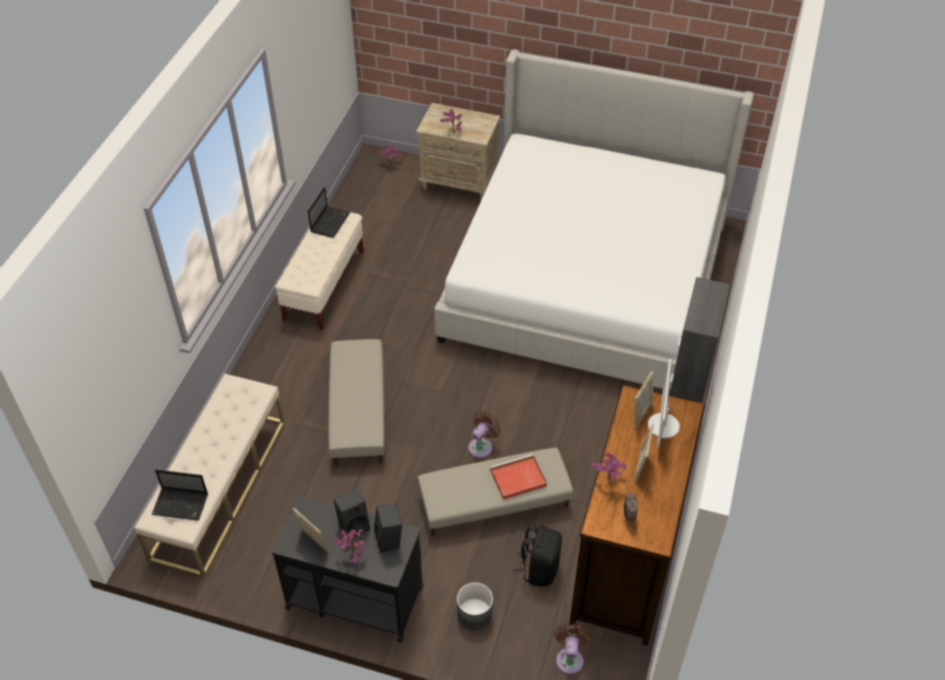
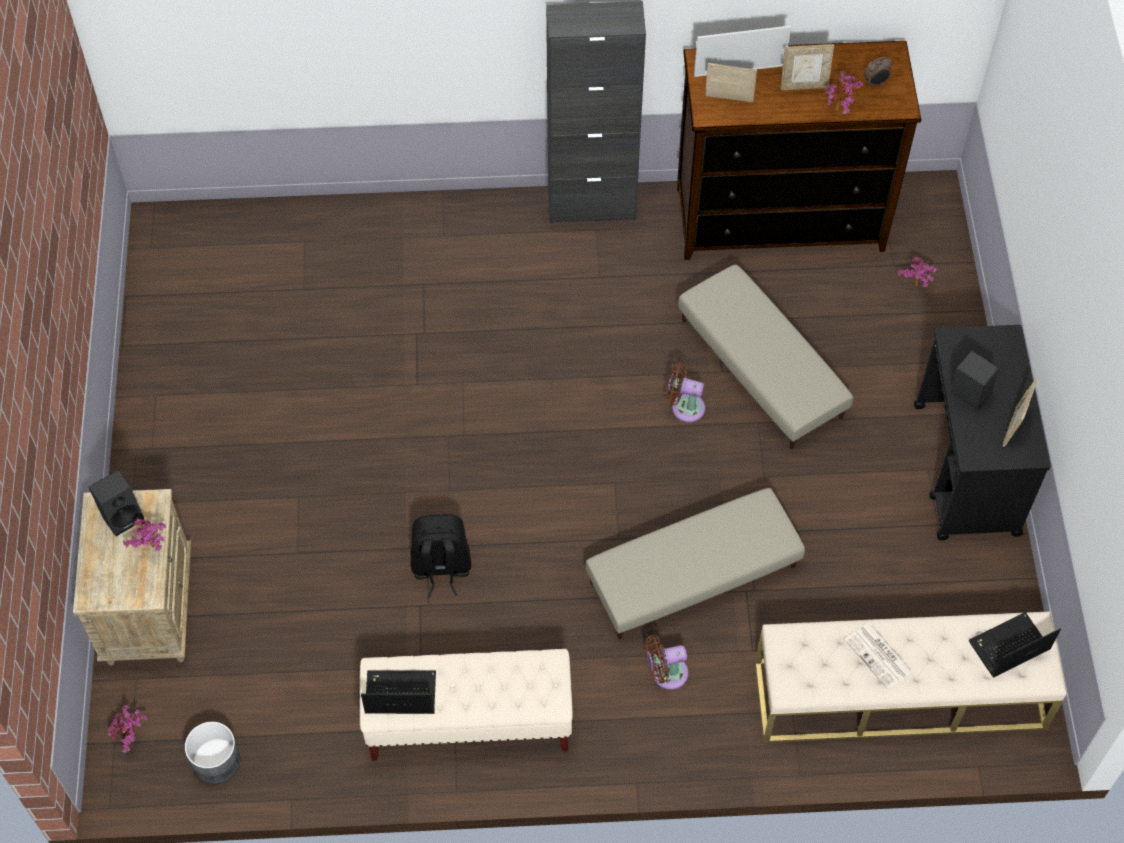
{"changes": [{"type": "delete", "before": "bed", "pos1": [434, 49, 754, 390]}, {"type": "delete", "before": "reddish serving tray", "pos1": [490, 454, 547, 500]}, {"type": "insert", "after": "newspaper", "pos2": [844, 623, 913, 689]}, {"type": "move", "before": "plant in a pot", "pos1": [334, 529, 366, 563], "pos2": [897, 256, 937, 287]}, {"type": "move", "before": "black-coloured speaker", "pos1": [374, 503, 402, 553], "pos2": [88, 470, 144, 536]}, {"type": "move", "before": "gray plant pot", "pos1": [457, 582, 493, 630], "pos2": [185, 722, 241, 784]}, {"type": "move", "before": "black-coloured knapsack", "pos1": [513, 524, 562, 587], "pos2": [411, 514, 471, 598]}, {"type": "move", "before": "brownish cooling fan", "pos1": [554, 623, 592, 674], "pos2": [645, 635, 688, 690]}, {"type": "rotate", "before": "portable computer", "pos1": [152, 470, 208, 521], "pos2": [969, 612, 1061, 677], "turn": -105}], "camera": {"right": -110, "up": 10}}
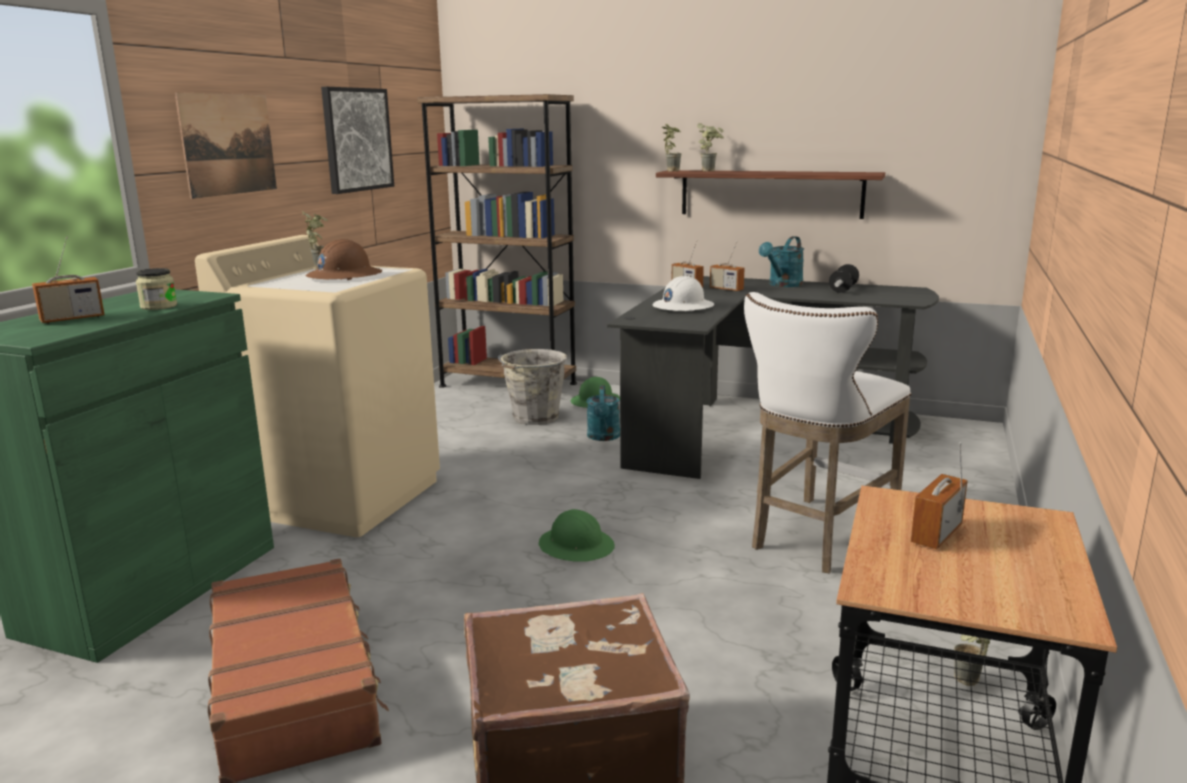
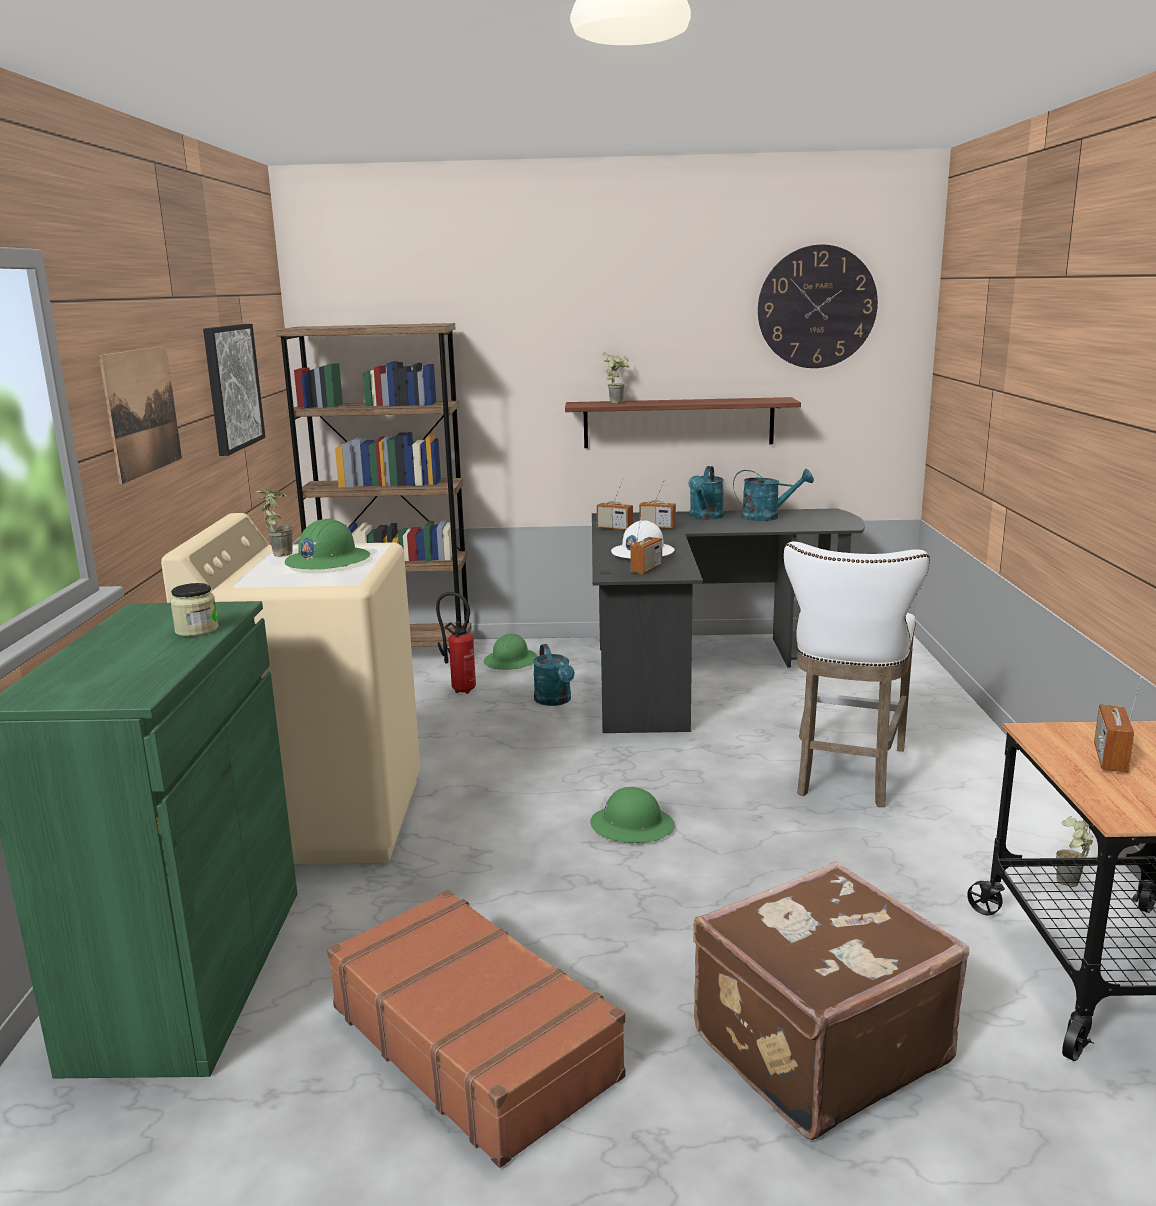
{"changes": [{"type": "delete", "before": "plant in a pot", "pos1": [662, 124, 682, 172]}, {"type": "insert", "after": "clock on the wall", "pos2": [758, 244, 878, 368]}, {"type": "move", "before": "radio set", "pos1": [32, 236, 105, 324], "pos2": [631, 509, 662, 574]}, {"type": "replace", "before": "gray water bucket", "after": "fire-fighting cylinder", "pos1": [498, 349, 567, 425], "pos2": [436, 592, 476, 694]}, {"type": "replace", "before": "dumbbell", "after": "turquoise watering pot", "pos1": [829, 264, 859, 293], "pos2": [733, 469, 814, 521]}, {"type": "recolor", "before": "brownish safety helmet", "after": "green safety helmet", "pos1": [305, 239, 382, 280], "pos2": [285, 519, 370, 569]}], "camera": {"right": -20, "up": 0}}
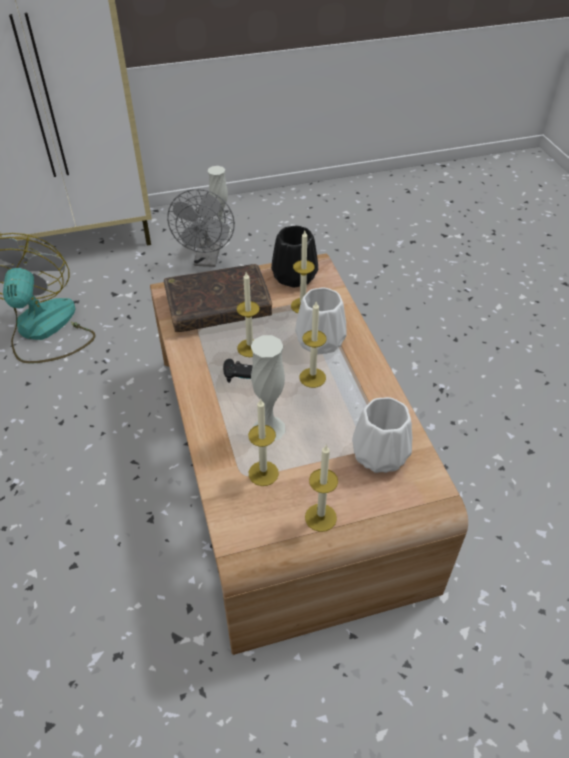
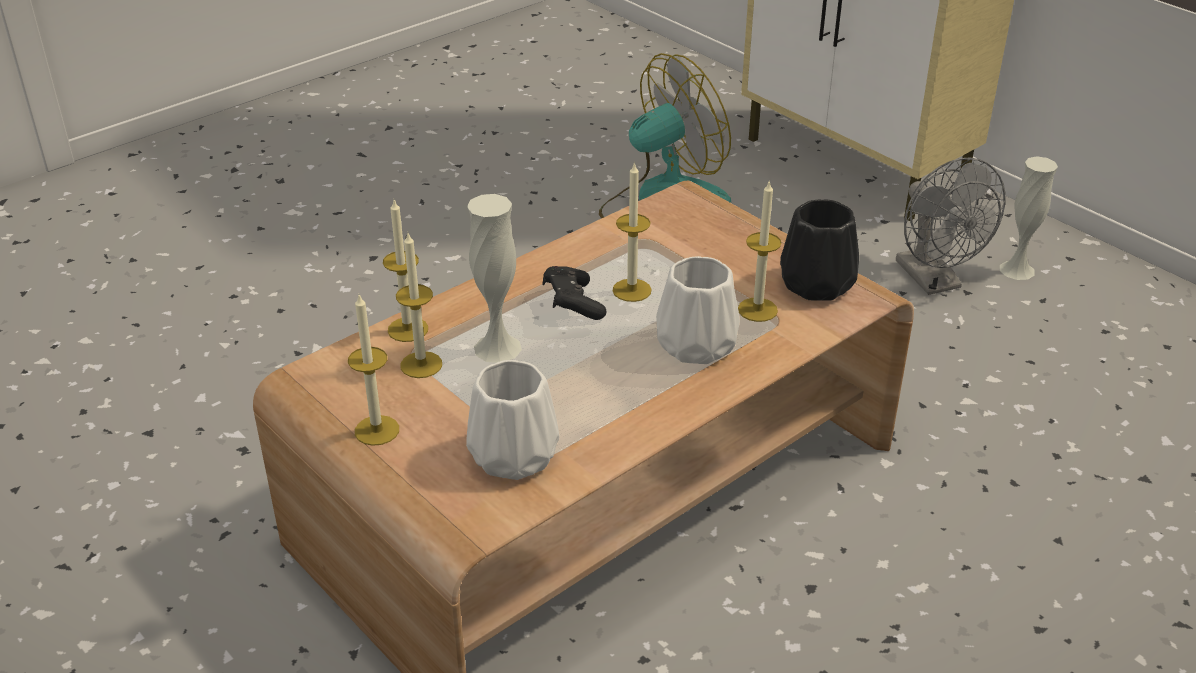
{"changes": [{"type": "delete", "before": "brownish volume", "pos1": [164, 264, 272, 332]}, {"type": "move", "before": "candle", "pos1": [300, 302, 327, 388], "pos2": [383, 200, 428, 342]}, {"type": "rotate", "before": "gray cooling fan", "pos1": [167, 189, 235, 267], "pos2": [896, 158, 1006, 295], "turn": -90}], "camera": {"right": 65, "up": -10}}
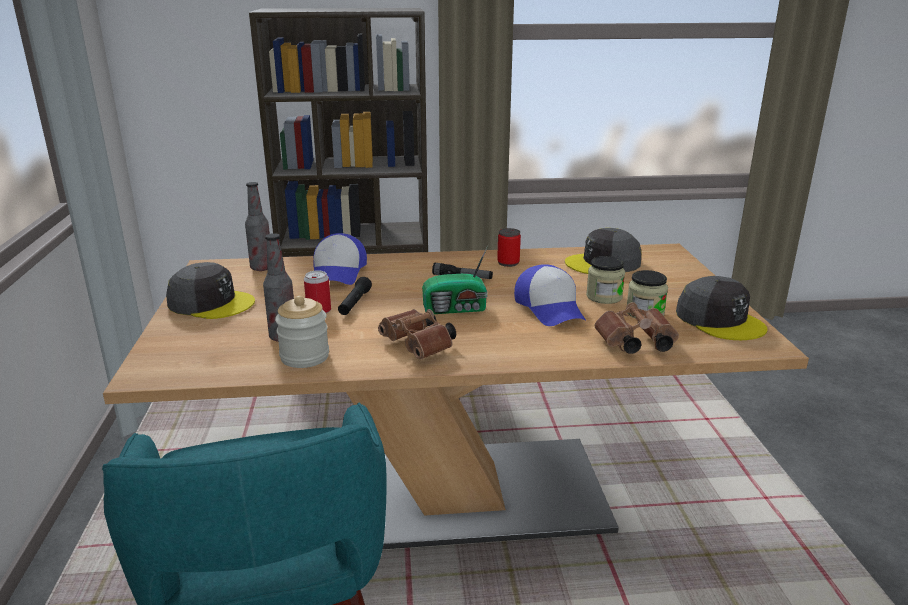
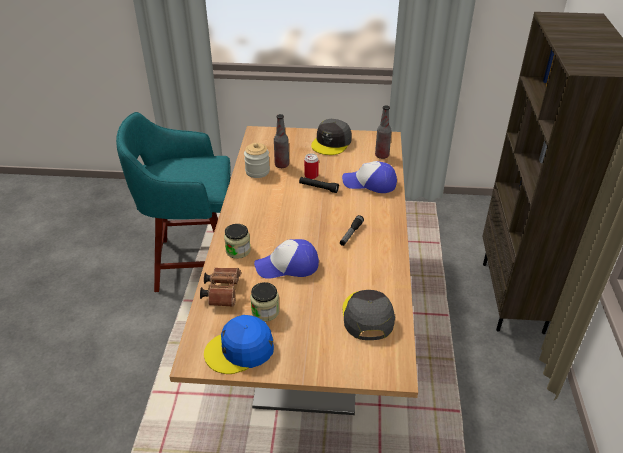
{"changes": [{"type": "delete", "before": "brownish field glasses", "pos1": [378, 309, 456, 360]}, {"type": "delete", "before": "radio set", "pos1": [422, 245, 488, 314]}, {"type": "delete", "before": "can", "pos1": [497, 228, 521, 267]}, {"type": "move", "before": "preserve jar", "pos1": [586, 256, 625, 304], "pos2": [224, 224, 251, 259]}, {"type": "recolor", "before": "gray peaked cap", "after": "bluish peaked cap", "pos1": [676, 276, 768, 340], "pos2": [204, 315, 274, 374]}], "camera": {"right": 100, "up": 15}}
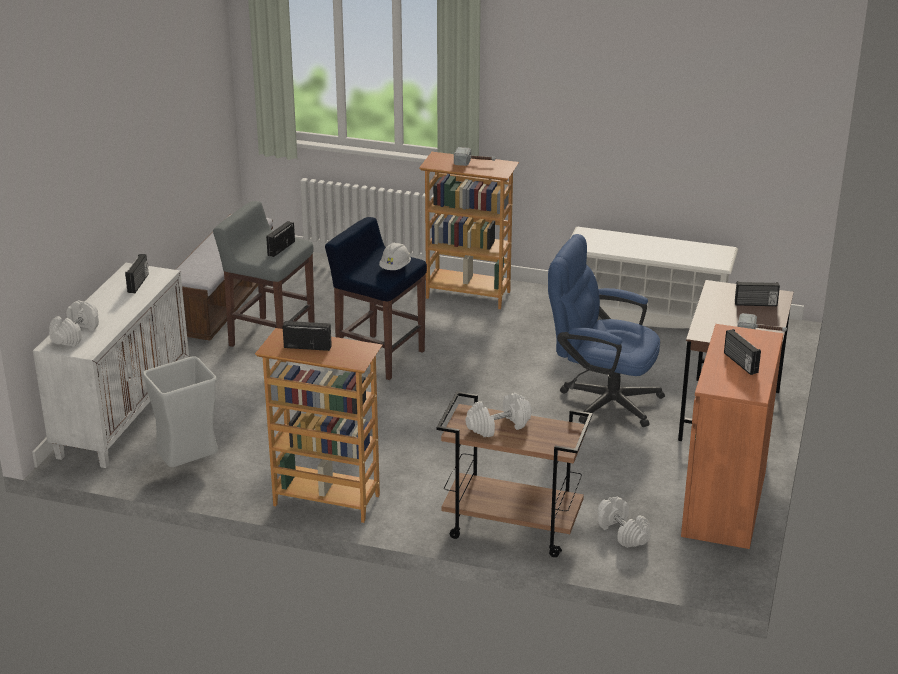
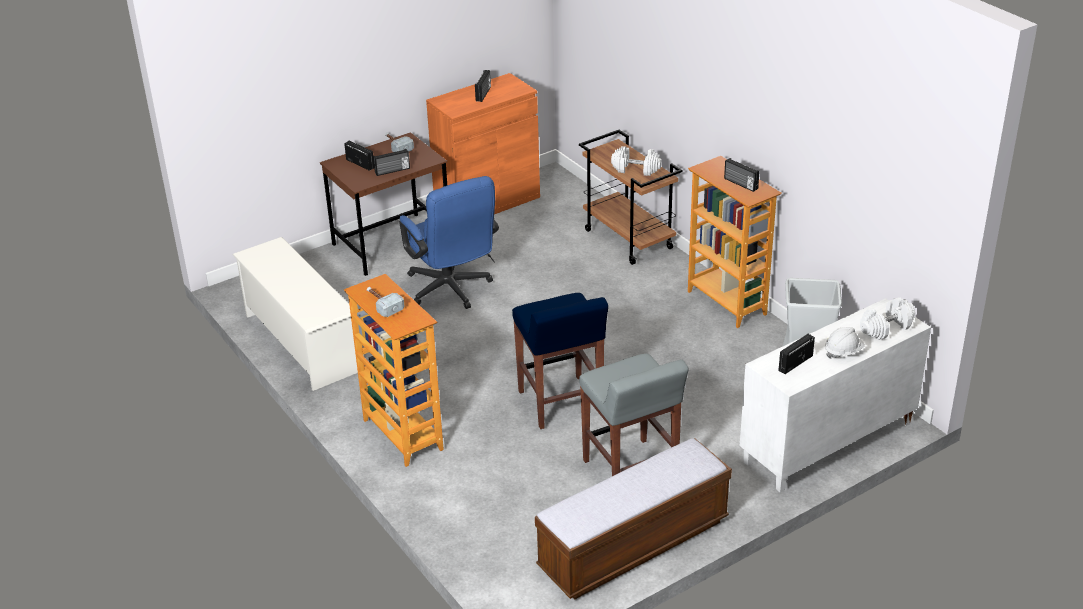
{"changes": [{"type": "delete", "before": "white-coloured dumbbell", "pos1": [597, 497, 651, 548]}, {"type": "move", "before": "radio set", "pos1": [266, 221, 295, 257], "pos2": [373, 149, 410, 176]}, {"type": "move", "before": "white-coloured safety helmet", "pos1": [379, 242, 411, 270], "pos2": [825, 327, 865, 359]}], "camera": {"right": -140, "up": 5}}
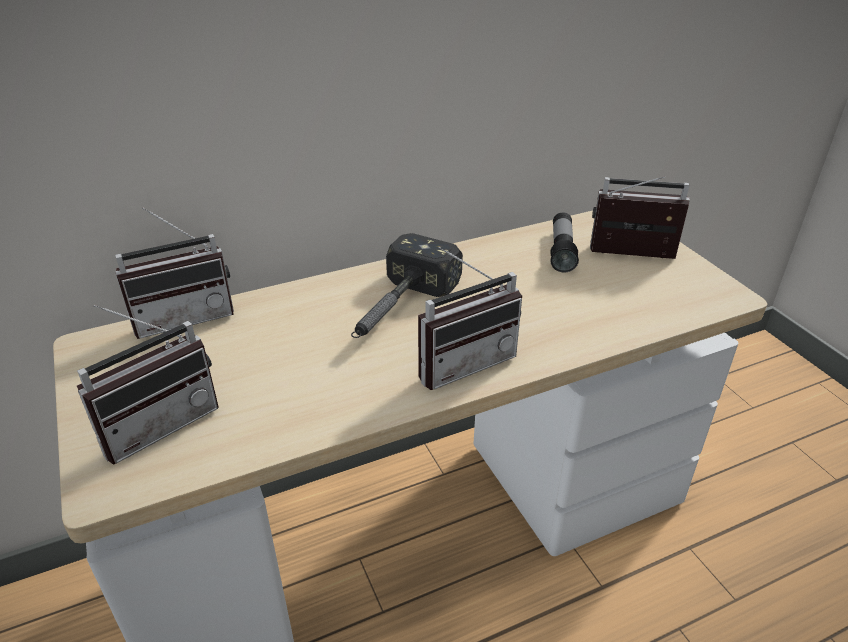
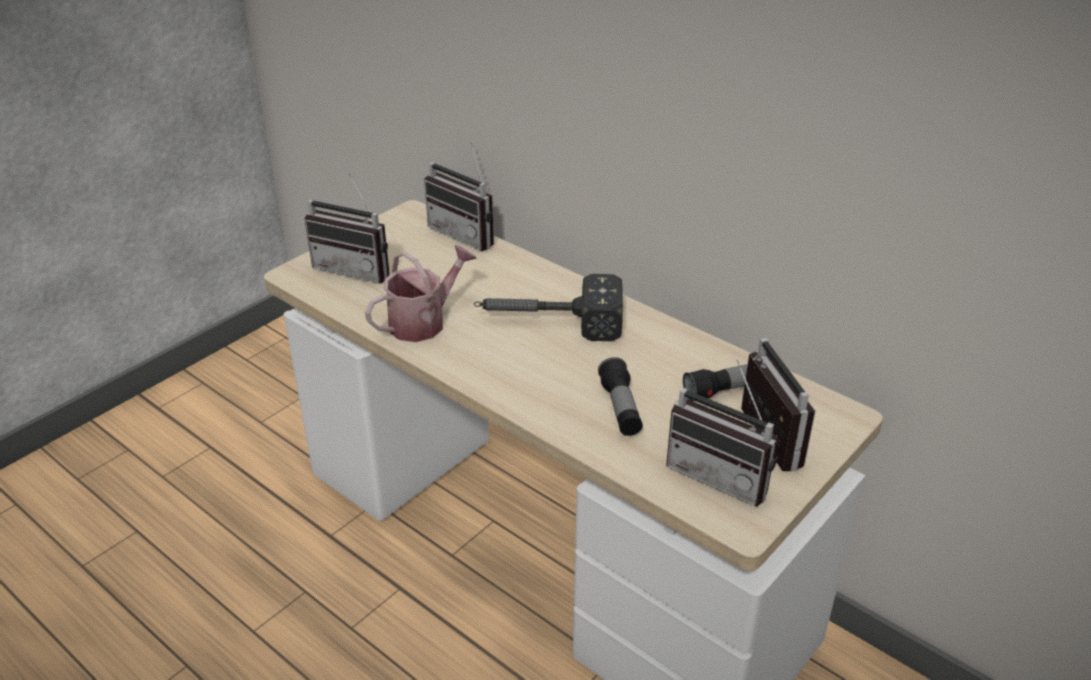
{"changes": [{"type": "insert", "after": "watering pot", "pos2": [365, 245, 477, 342]}, {"type": "insert", "after": "flashlight", "pos2": [598, 357, 643, 436]}, {"type": "move", "before": "radio set", "pos1": [418, 247, 522, 390], "pos2": [666, 360, 777, 506]}], "camera": {"right": 65, "up": 0}}
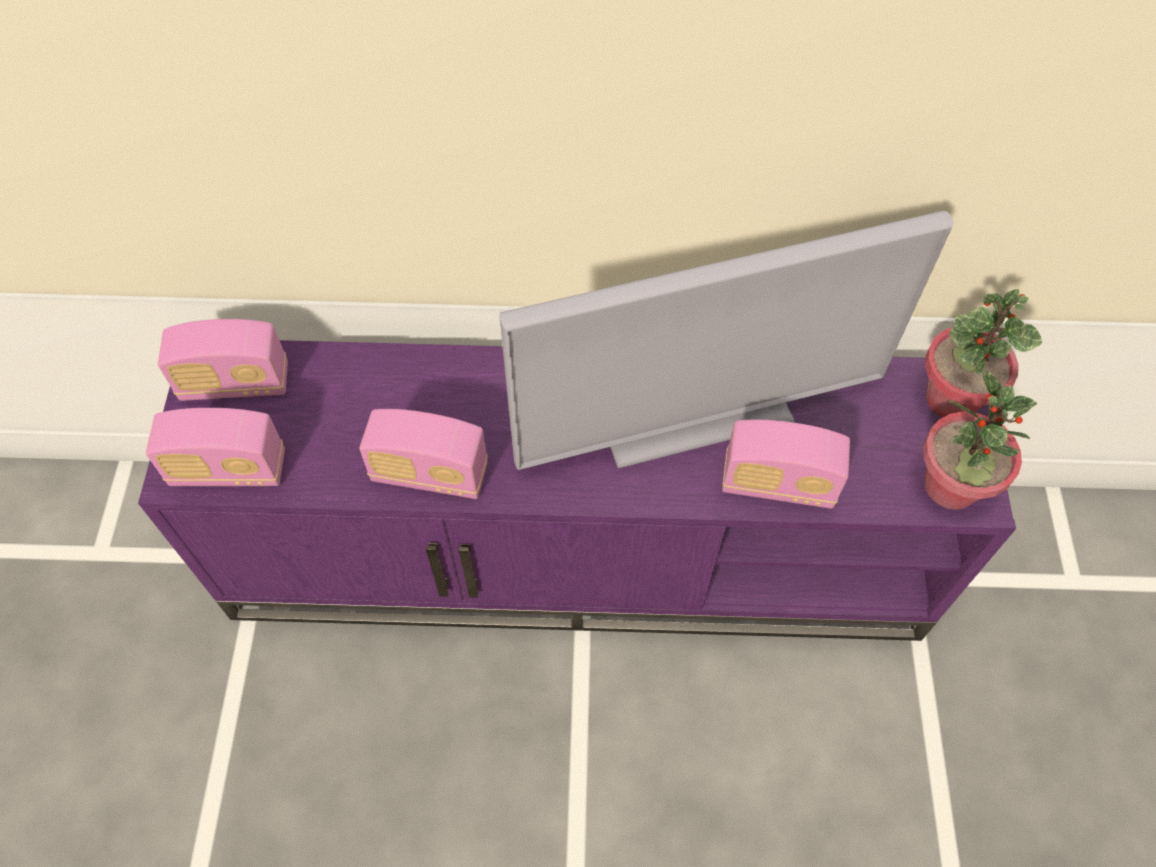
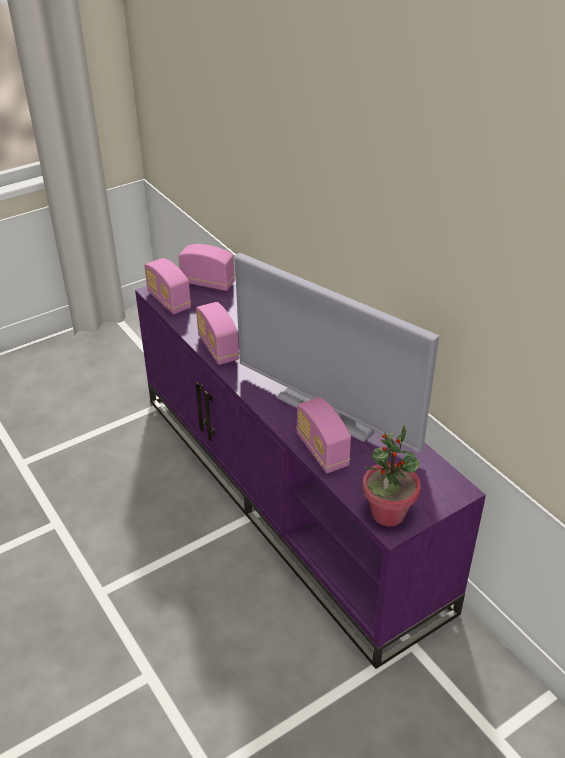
{"changes": [{"type": "delete", "before": "plant in a pot", "pos1": [925, 289, 1042, 417]}, {"type": "rotate", "before": "radio set", "pos1": [158, 319, 288, 401], "pos2": [179, 244, 235, 291], "turn": 150}], "camera": {"right": 55, "up": -20}}
